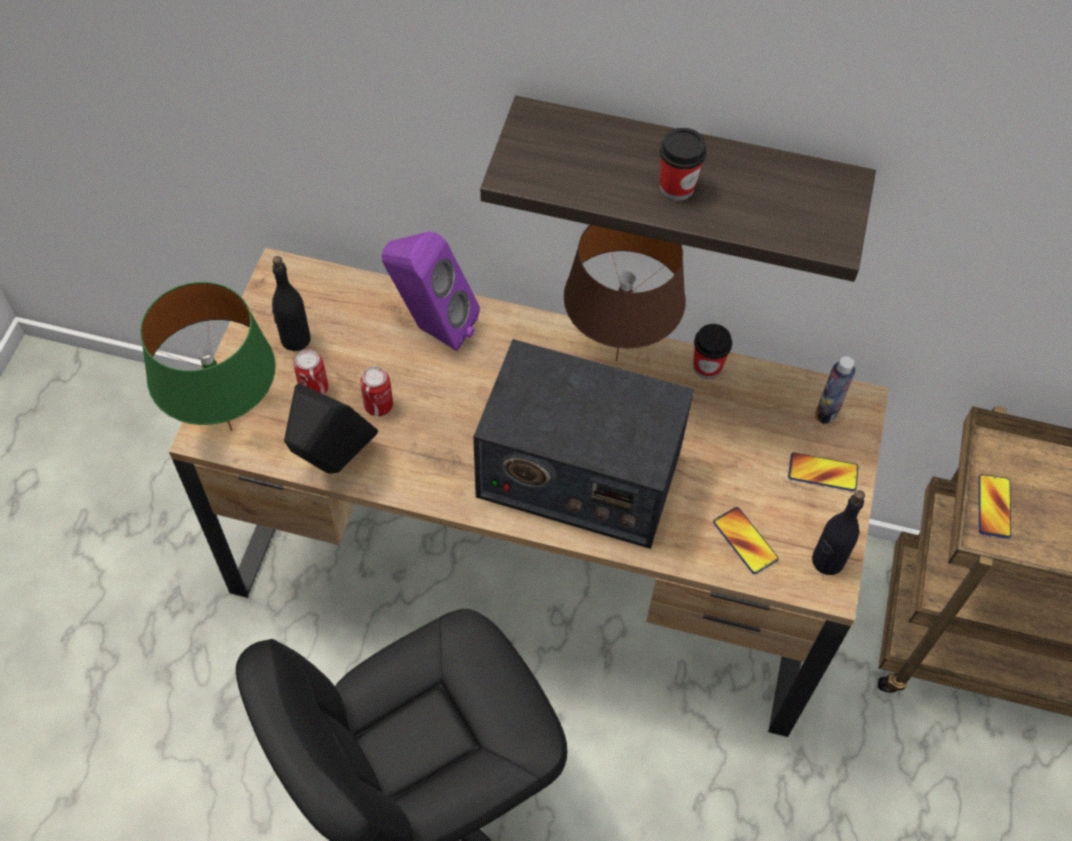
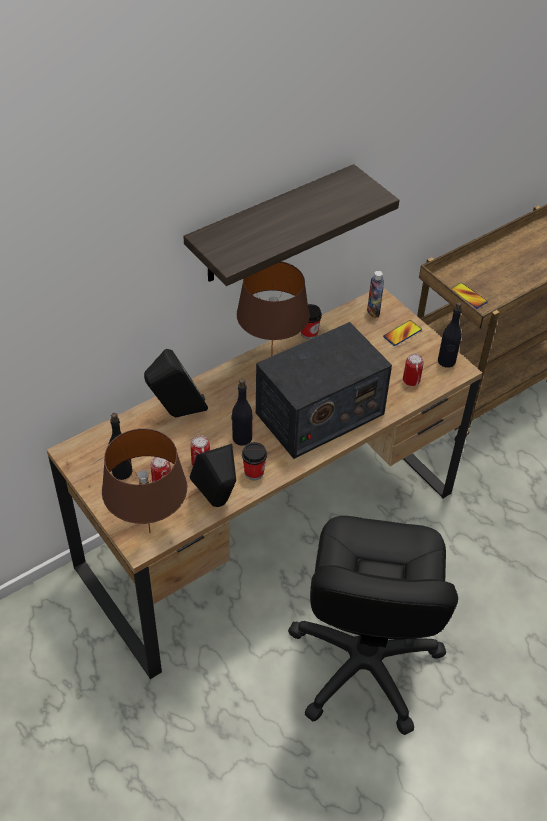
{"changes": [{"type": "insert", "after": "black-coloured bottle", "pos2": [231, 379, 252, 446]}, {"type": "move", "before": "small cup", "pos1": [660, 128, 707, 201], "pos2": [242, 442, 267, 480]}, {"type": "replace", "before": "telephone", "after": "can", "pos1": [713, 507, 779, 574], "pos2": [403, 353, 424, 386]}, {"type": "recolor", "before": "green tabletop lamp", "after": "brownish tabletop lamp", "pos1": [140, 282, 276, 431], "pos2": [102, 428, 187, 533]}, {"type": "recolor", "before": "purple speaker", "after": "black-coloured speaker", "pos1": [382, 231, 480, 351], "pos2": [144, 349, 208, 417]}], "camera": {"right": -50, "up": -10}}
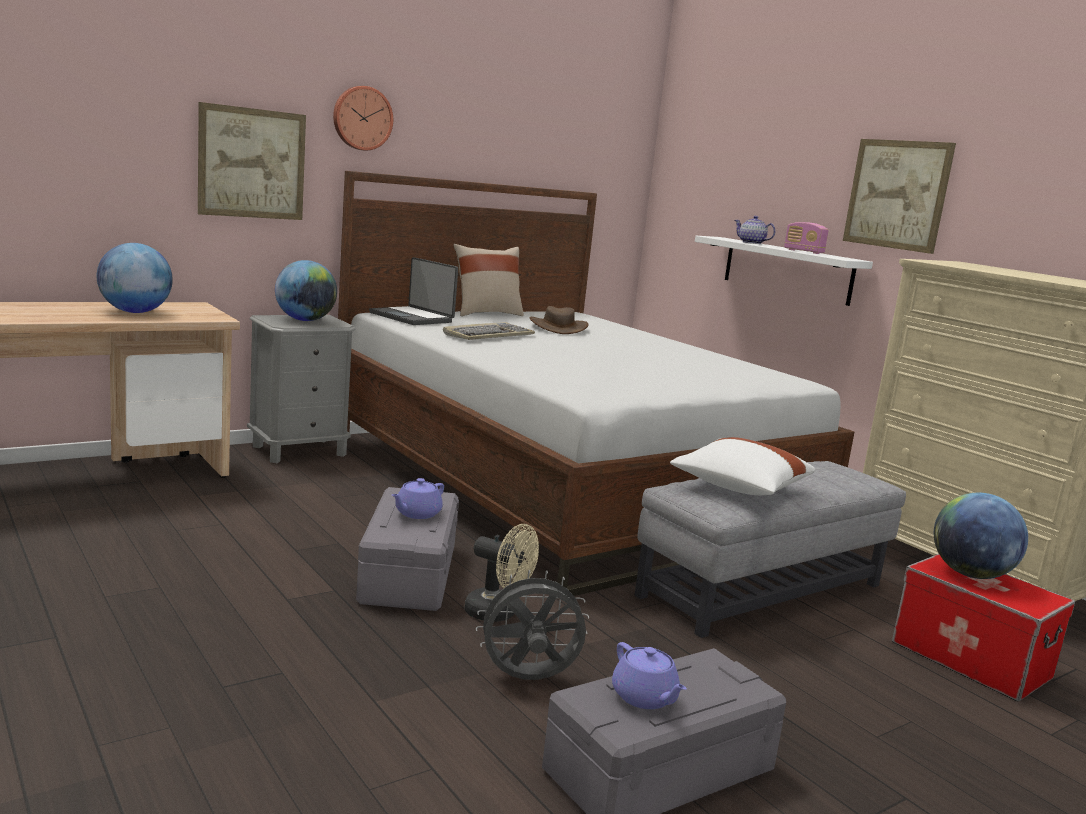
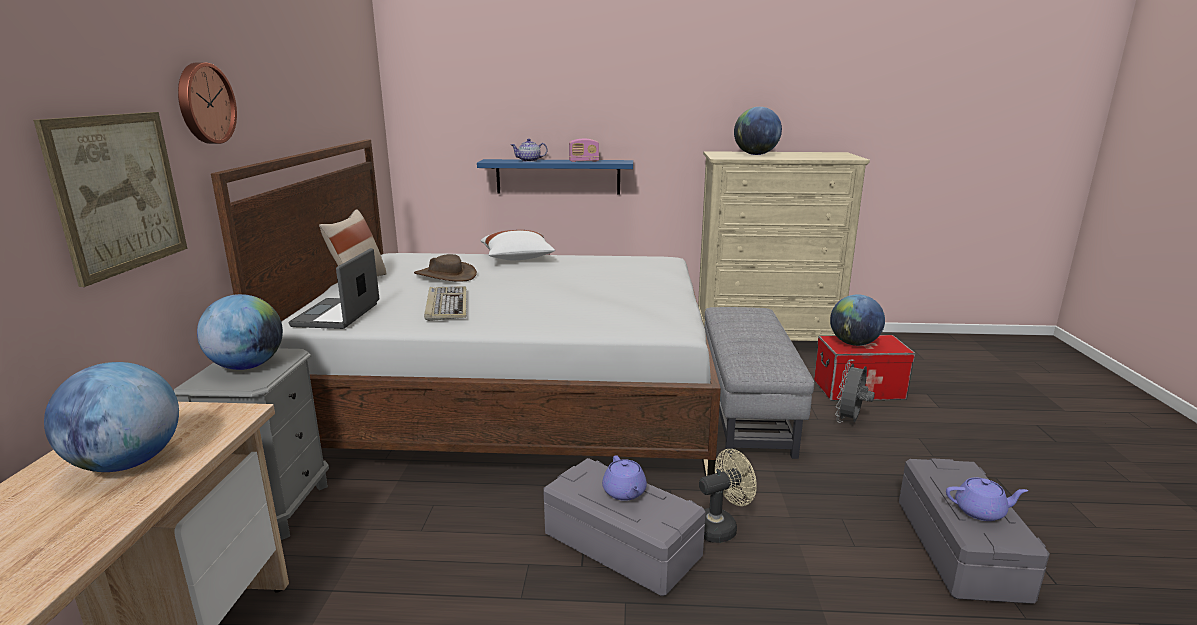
{"changes": [{"type": "delete", "before": "wall picture", "pos1": [843, 139, 956, 254]}, {"type": "insert", "after": "desk globe", "pos2": [734, 107, 782, 155]}, {"type": "move", "before": "gray cooling fan", "pos1": [476, 570, 589, 680], "pos2": [835, 360, 875, 423]}, {"type": "move", "before": "white-coloured throw pillow", "pos1": [670, 437, 815, 495], "pos2": [480, 230, 555, 260]}, {"type": "recolor", "before": "white-coloured shelf", "after": "bluish shelf", "pos1": [695, 236, 873, 306], "pos2": [477, 159, 633, 195]}, {"type": "rotate", "before": "portable computer", "pos1": [369, 257, 458, 325], "pos2": [288, 248, 379, 329], "turn": 105}], "camera": {"right": -50, "up": 5}}
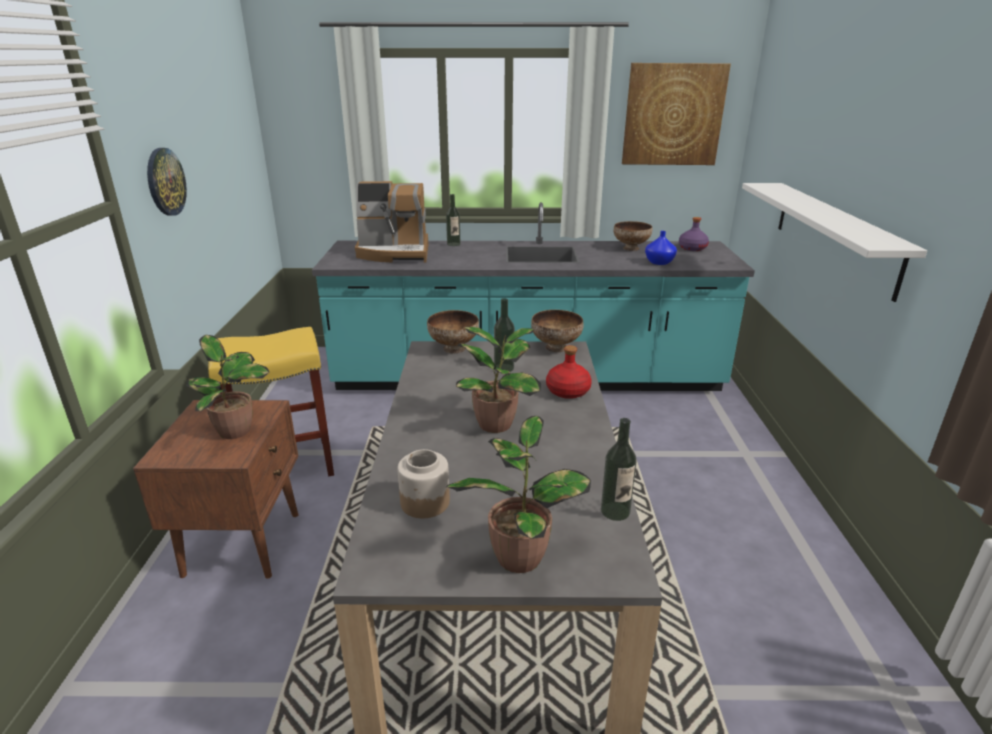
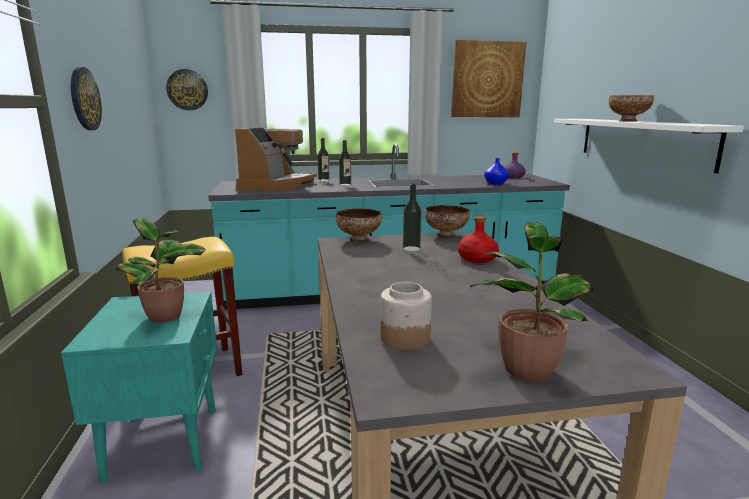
{"changes": [{"type": "delete", "before": "plant in a pot", "pos1": [456, 327, 541, 433]}, {"type": "insert", "after": "clock on the wall", "pos2": [166, 69, 208, 110]}, {"type": "move", "before": "bottle", "pos1": [601, 418, 637, 521], "pos2": [339, 140, 351, 186]}, {"type": "move", "before": "deep dish", "pos1": [614, 221, 652, 251], "pos2": [608, 95, 654, 122]}, {"type": "recolor", "before": "brownish nightstand", "after": "turquoise nightstand", "pos1": [133, 400, 299, 579], "pos2": [61, 291, 217, 483]}, {"type": "rotate", "before": "coffee machine", "pos1": [355, 181, 428, 263], "pos2": [235, 127, 317, 191], "turn": -60}], "camera": {"right": -10, "up": -10}}
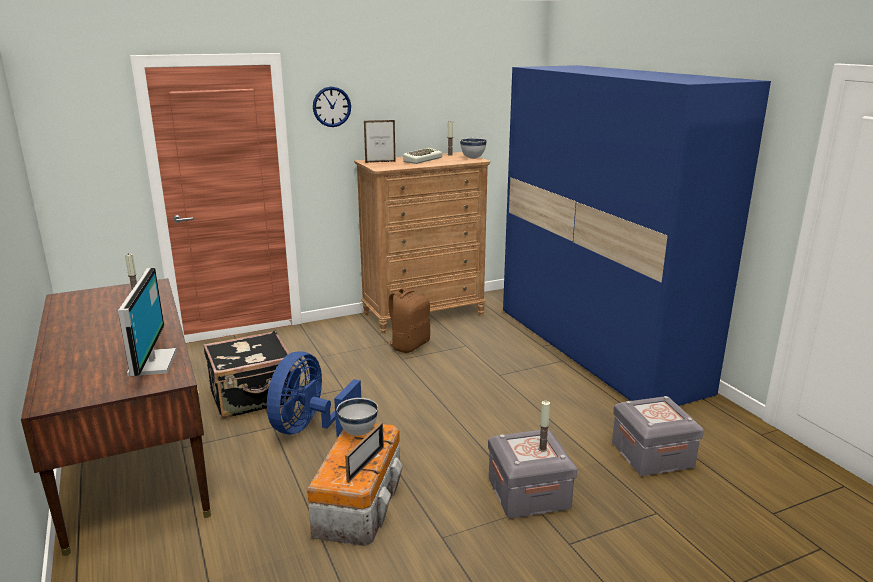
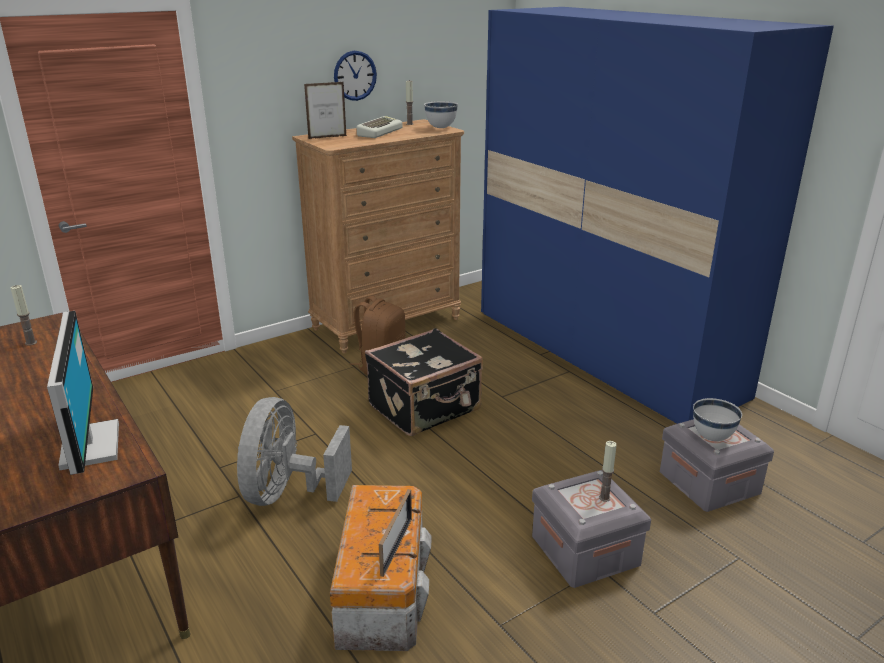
{"changes": [{"type": "move", "before": "black-coloured travel case", "pos1": [203, 331, 294, 419], "pos2": [365, 328, 483, 436]}, {"type": "move", "before": "clock on the wall", "pos1": [313, 87, 351, 127], "pos2": [334, 51, 377, 101]}, {"type": "move", "before": "white-coloured deep dish", "pos1": [337, 398, 378, 436], "pos2": [693, 398, 742, 441]}, {"type": "recolor", "before": "bluish cooling fan", "after": "gray cooling fan", "pos1": [267, 352, 361, 437], "pos2": [237, 397, 352, 506]}], "camera": {"right": -10, "up": 5}}
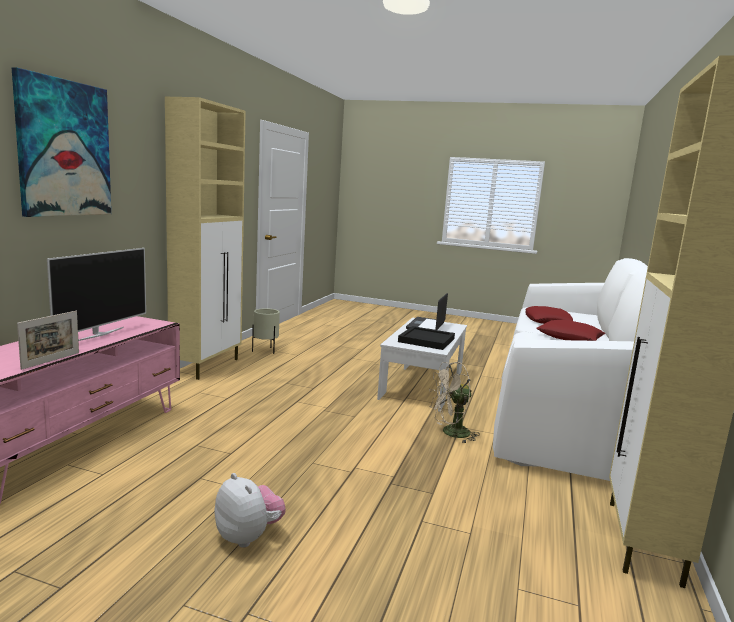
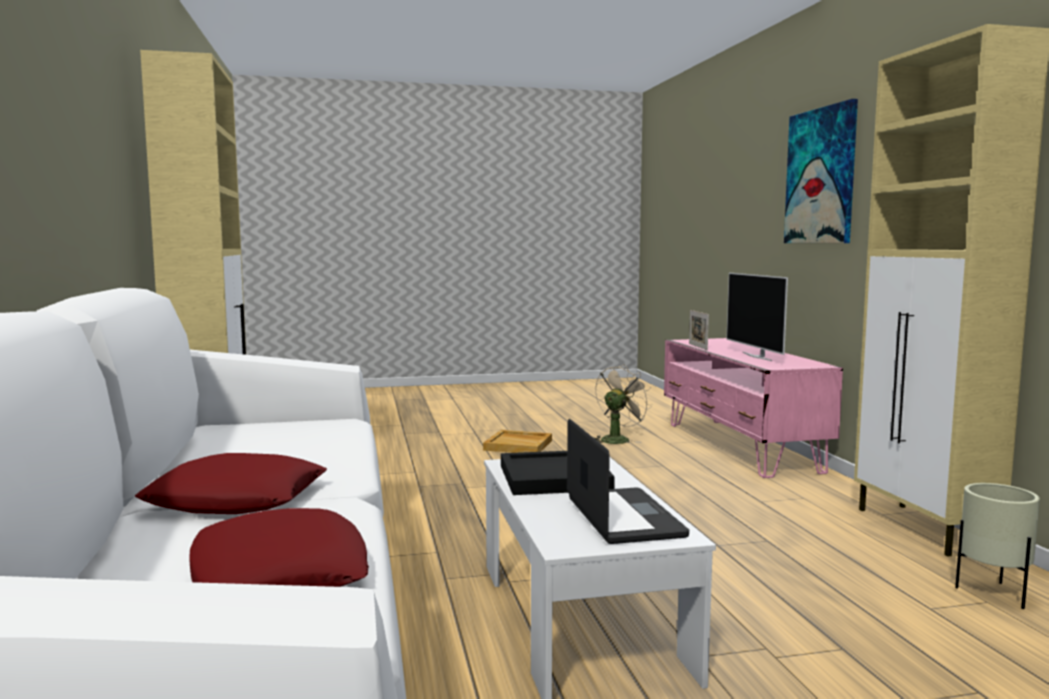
{"changes": [{"type": "move", "before": "beige-coloured cooling fan", "pos1": [429, 362, 480, 444], "pos2": [594, 364, 653, 444]}, {"type": "replace", "before": "soft toy", "after": "beige-coloured serving tray", "pos1": [214, 473, 286, 548], "pos2": [483, 430, 552, 453]}], "camera": {"right": 150, "up": -5}}
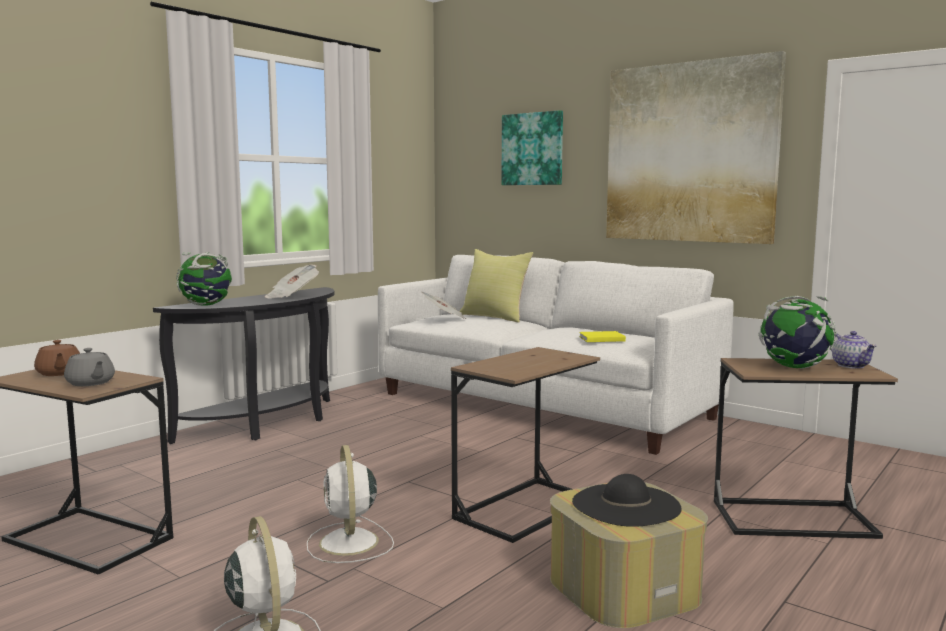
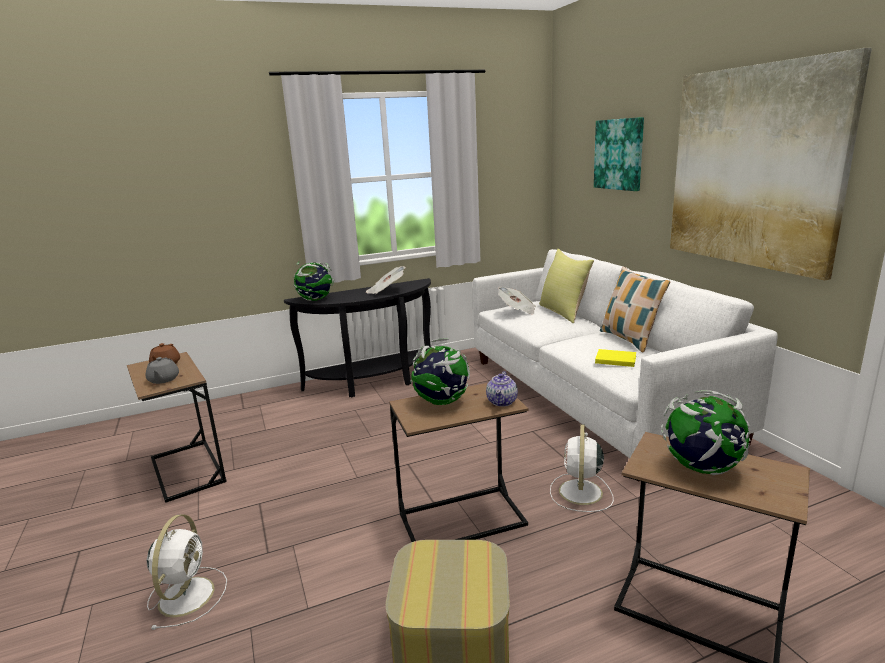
{"changes": [{"type": "delete", "before": "black-coloured hat", "pos1": [572, 474, 682, 527]}, {"type": "insert", "after": "desk globe", "pos2": [410, 339, 470, 405]}, {"type": "insert", "after": "throw pillow", "pos2": [600, 267, 671, 352]}, {"type": "move", "before": "white-coloured cooling fan", "pos1": [307, 445, 394, 563], "pos2": [550, 424, 614, 512]}, {"type": "move", "before": "pot for tea", "pos1": [830, 331, 877, 369], "pos2": [486, 371, 518, 406]}], "camera": {"right": 30, "up": 10}}
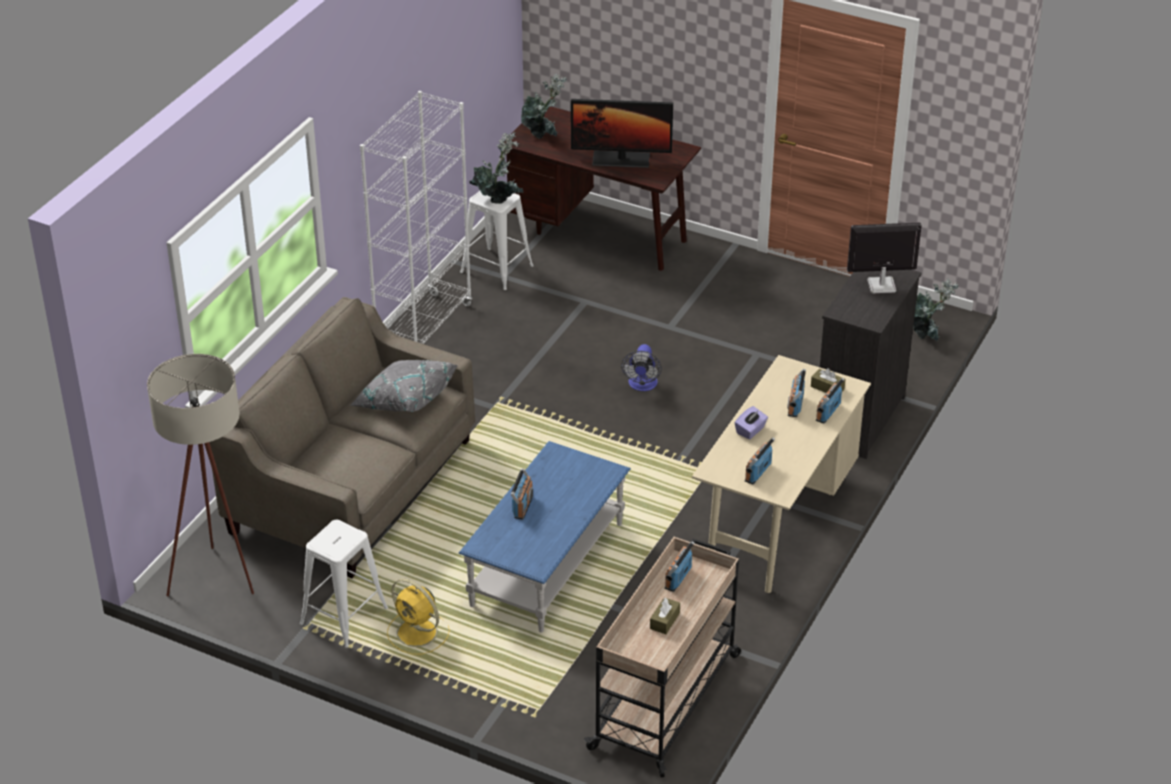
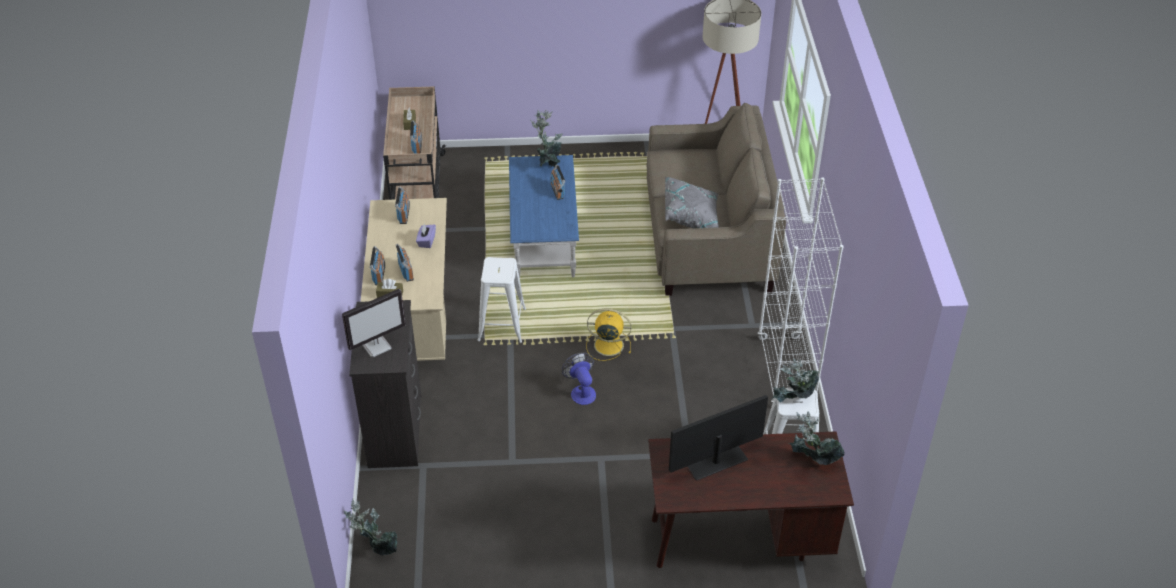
{"changes": [{"type": "insert", "after": "plant in a pot", "pos2": [530, 110, 562, 167]}, {"type": "move", "before": "white-coloured stool", "pos1": [300, 520, 388, 647], "pos2": [478, 257, 526, 343]}, {"type": "move", "before": "yellowish cooling fan", "pos1": [387, 578, 450, 654], "pos2": [586, 308, 631, 361]}], "camera": {"right": 150, "up": 5}}
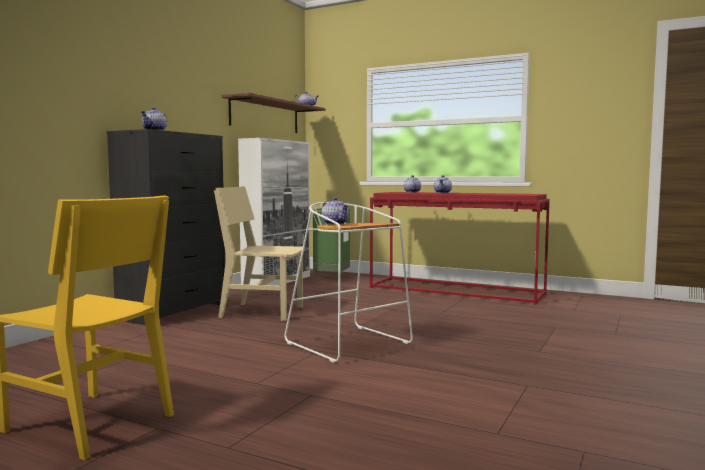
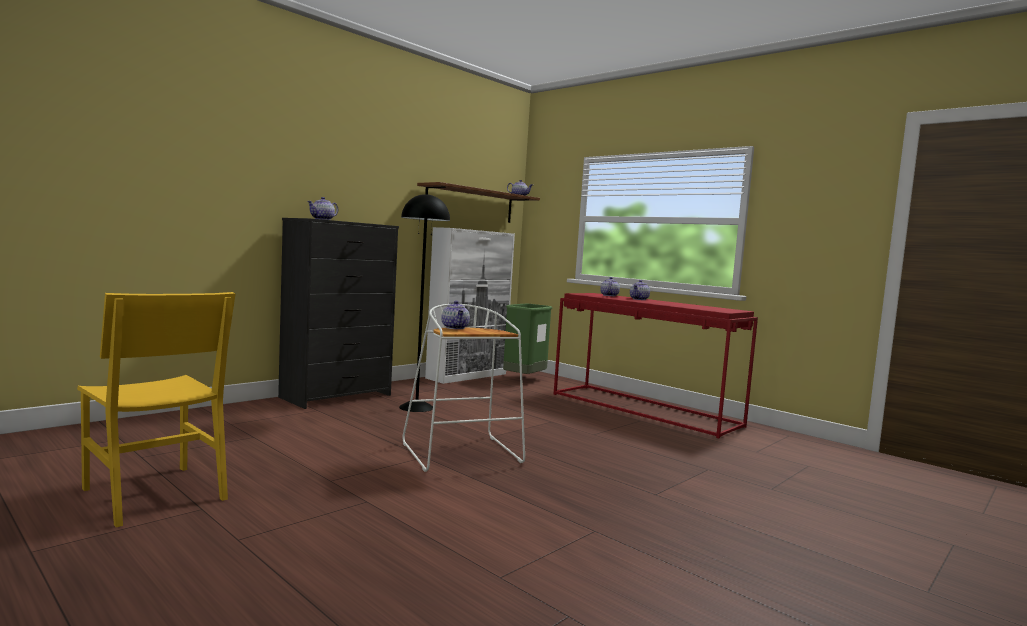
{"changes": [{"type": "replace", "before": "beige-coloured chair", "after": "black-coloured standard lamp", "pos1": [214, 186, 305, 321], "pos2": [399, 193, 450, 412]}], "camera": {"right": 15, "up": 0}}
